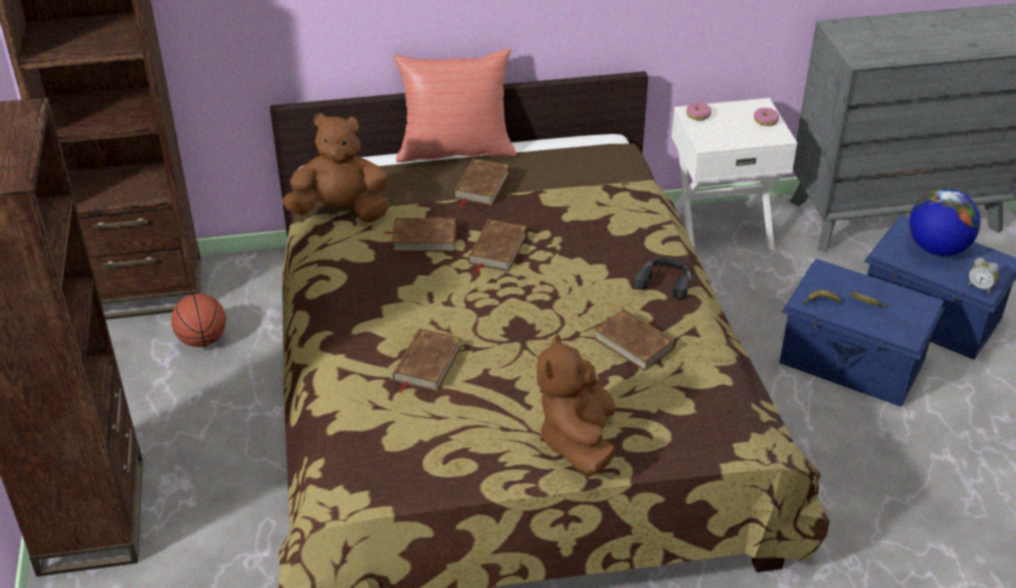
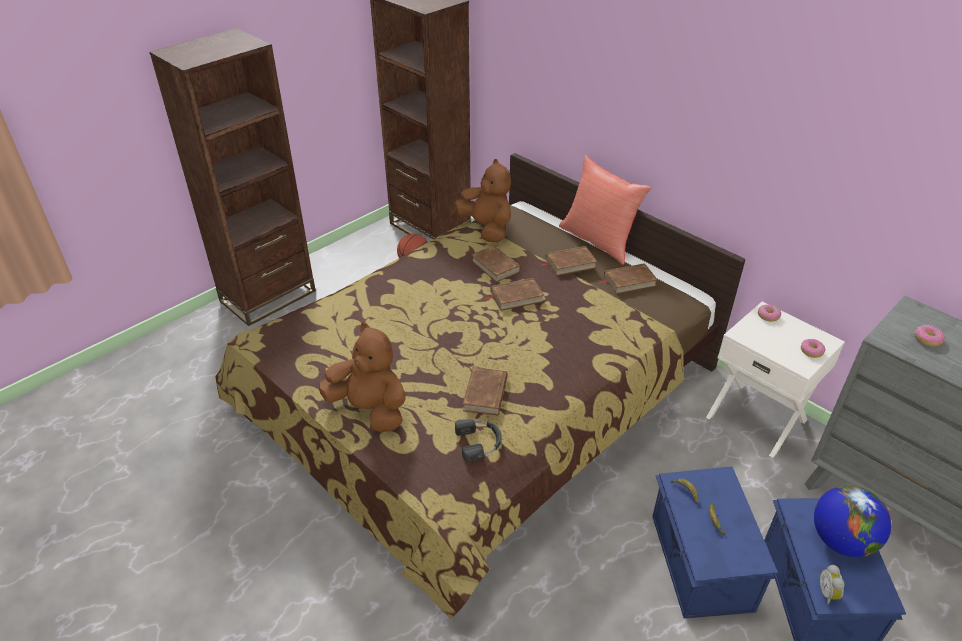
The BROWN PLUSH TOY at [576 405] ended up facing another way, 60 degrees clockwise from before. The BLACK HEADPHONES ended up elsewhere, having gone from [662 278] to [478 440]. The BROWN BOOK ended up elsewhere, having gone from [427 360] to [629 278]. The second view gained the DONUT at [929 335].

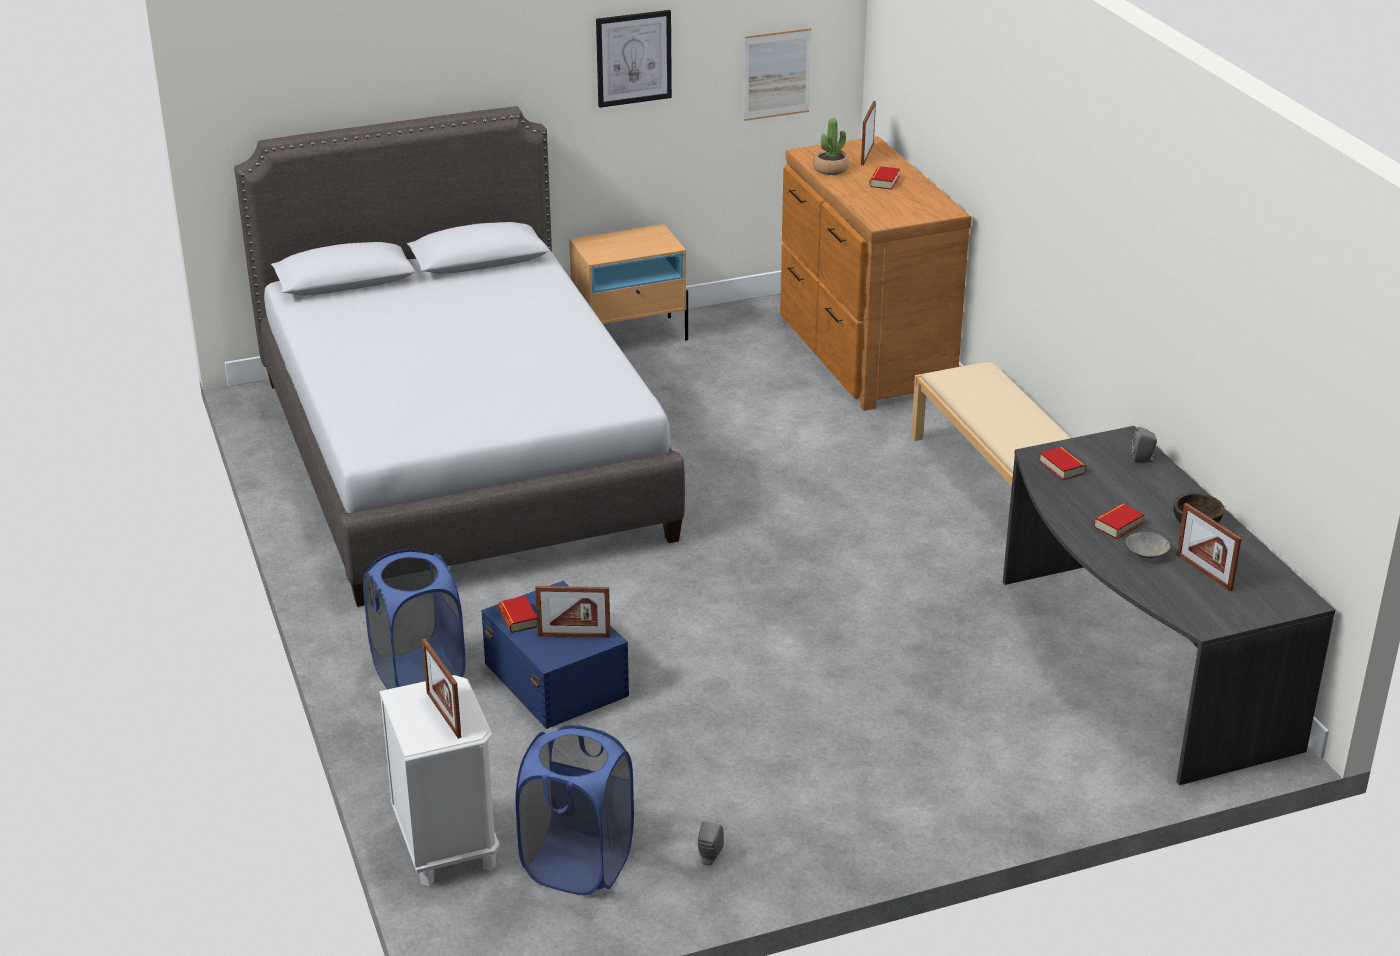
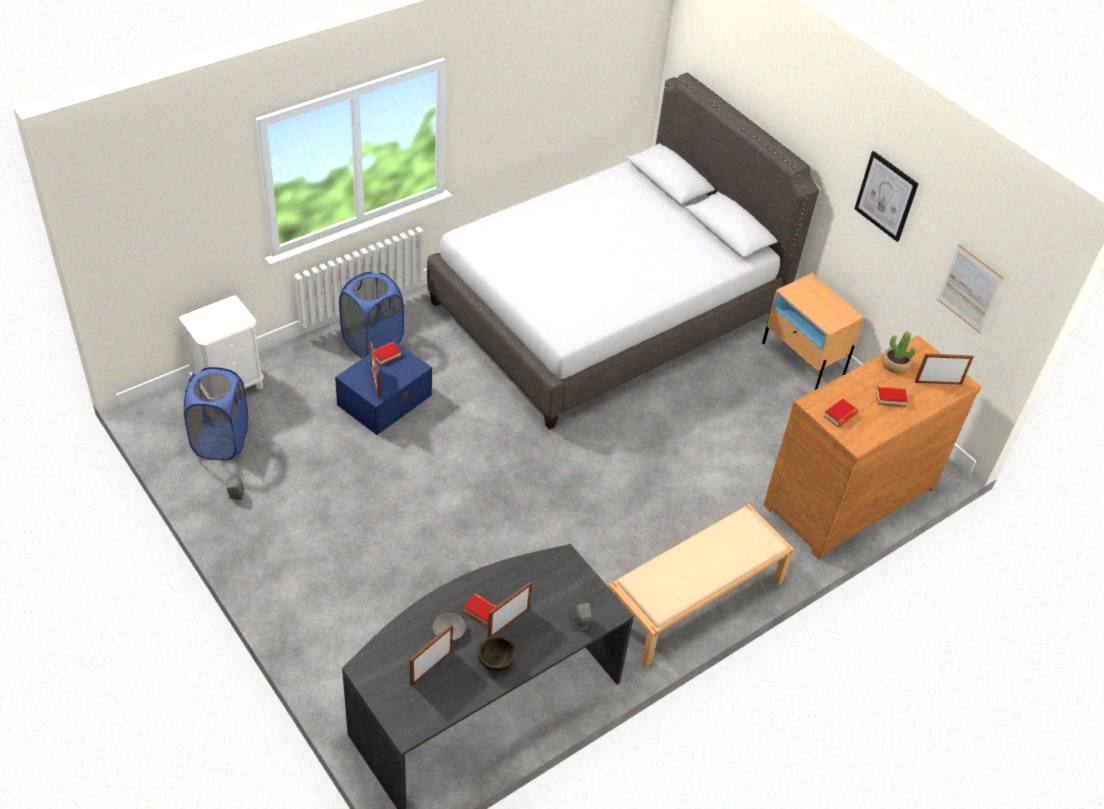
The PICTURE FRAME ended up elsewhere, having gone from [441 689] to [509 609]. The BOOK ended up elsewhere, having gone from [1062 463] to [841 413].

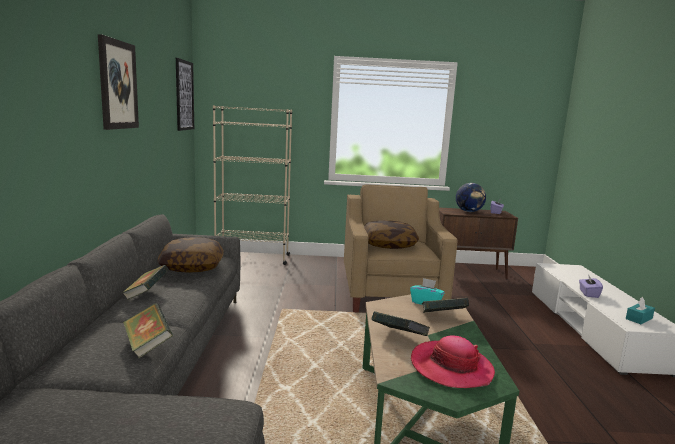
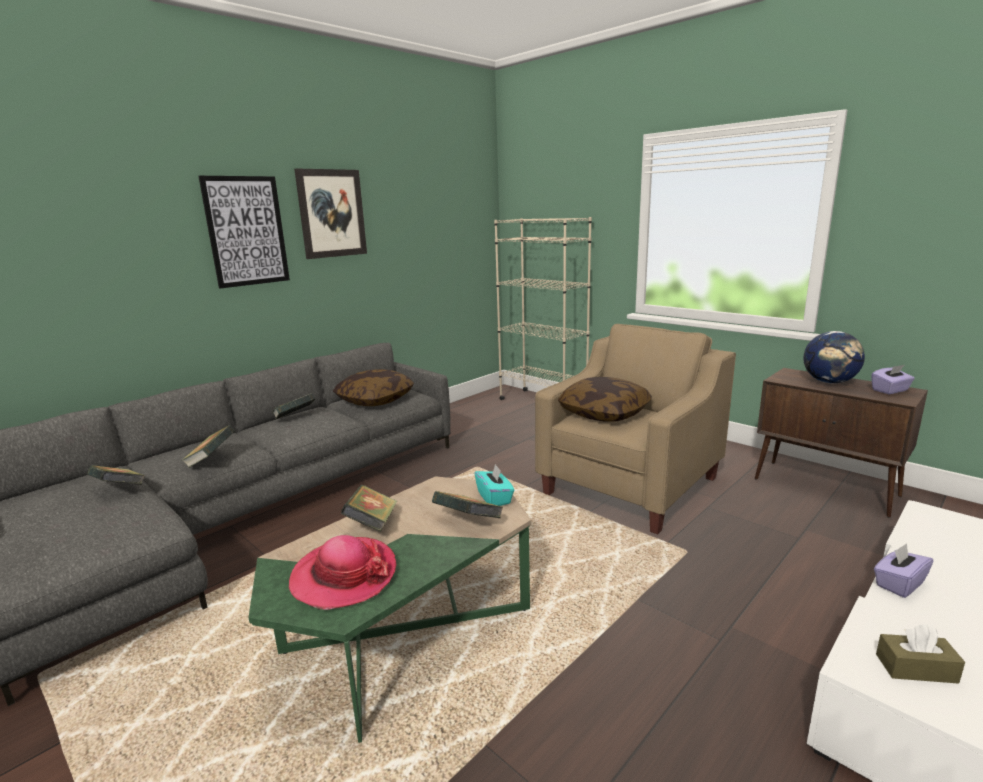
The second view gained the BOOK at [116 475]. The PICTURE ended up elsewhere, having gone from [185 94] to [244 232]. What was the TURQUOISE TISSUE BOX at [640 310] turned into the BROWN TISSUE BOX at [920 654].

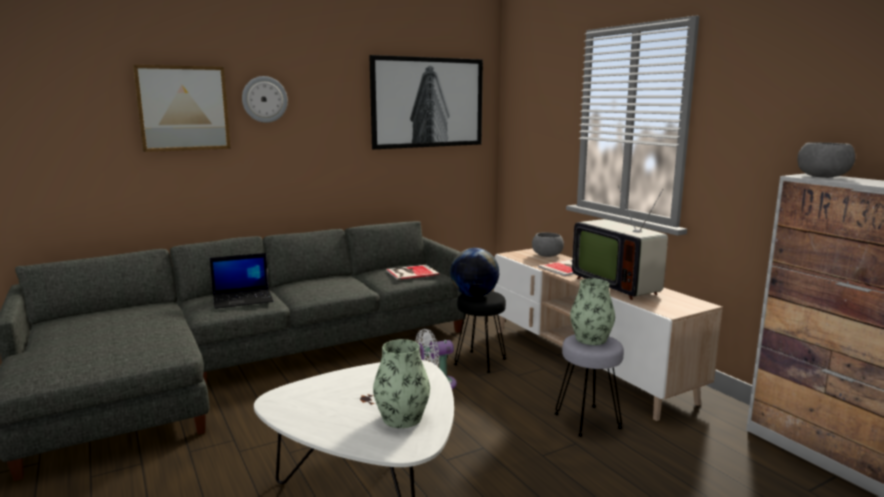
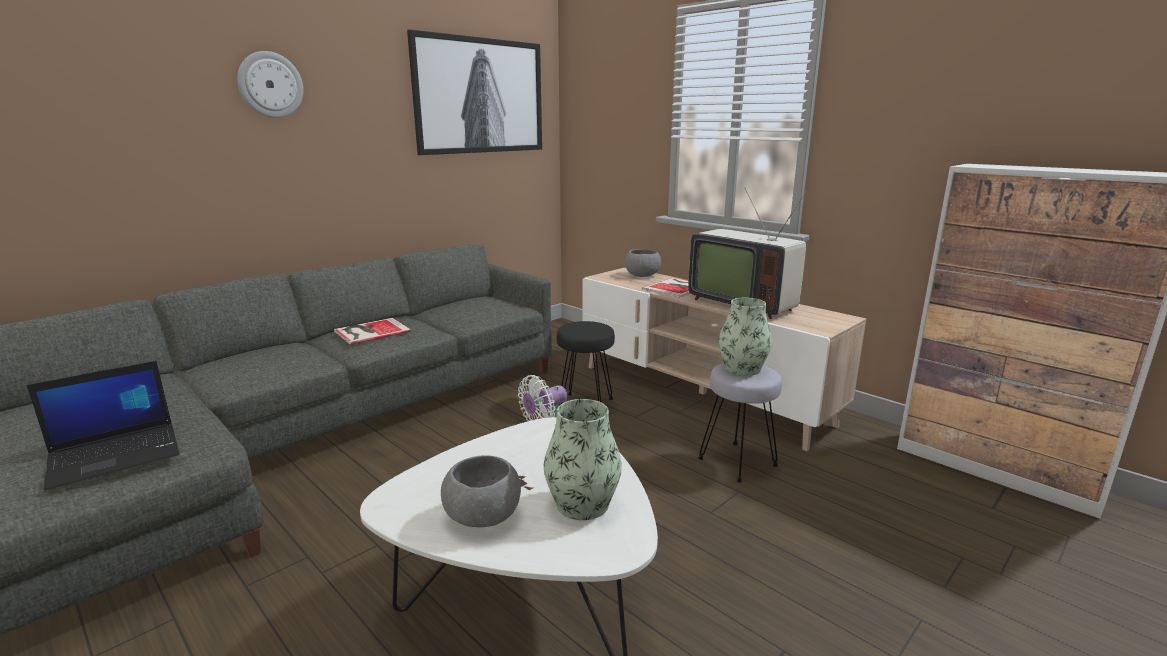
The LAPTOP ended up elsewhere, having gone from [241 281] to [103 426]. The BOOK ended up elsewhere, having gone from [412 272] to [372 331]. The GREY BOWL ended up elsewhere, having gone from [826 160] to [481 491]. The second view lost the PICTURE at [182 108]. The second view lost the GLOBE at [474 272].

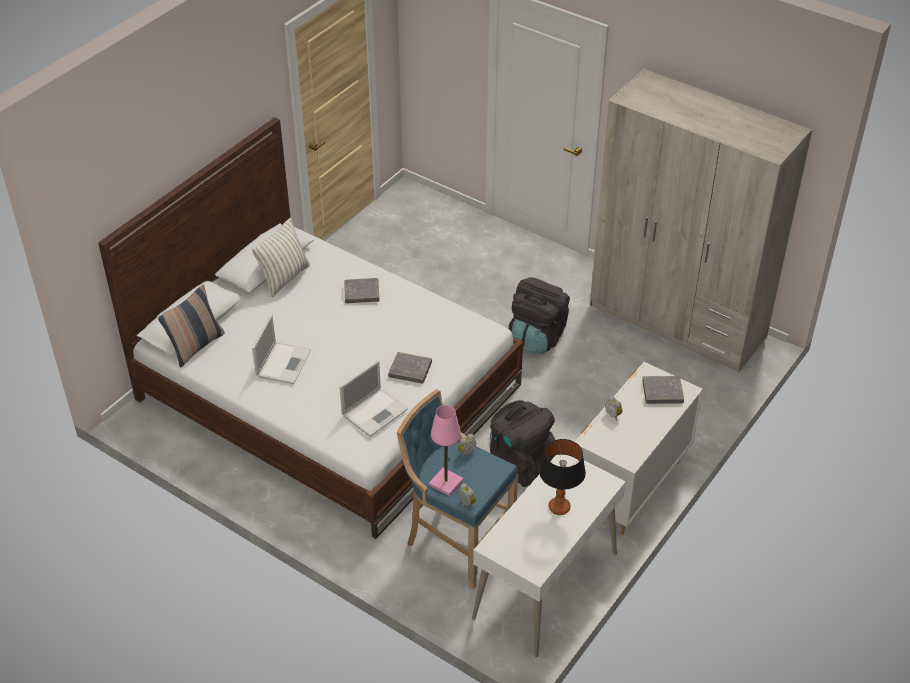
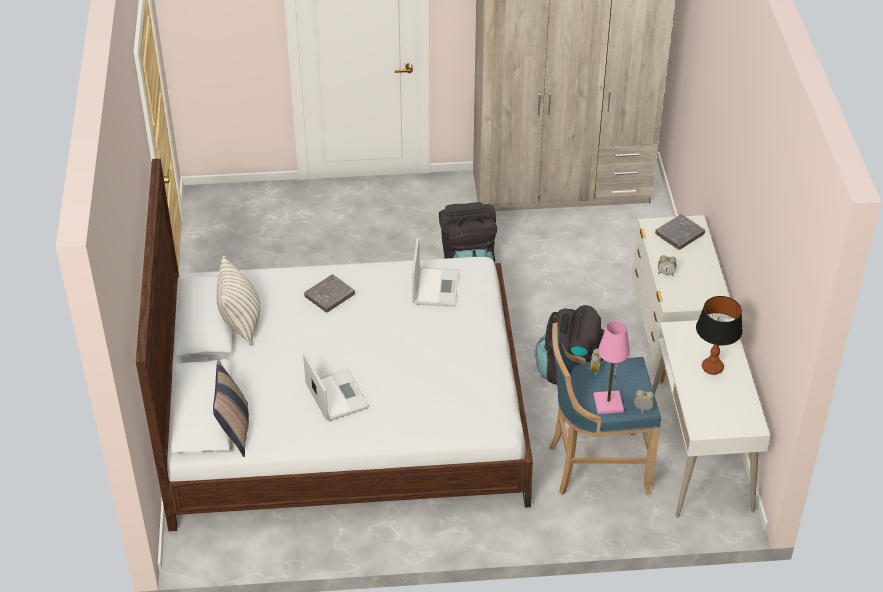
The LAPTOP ended up elsewhere, having gone from [373 398] to [435 272]. The second view lost the GREY BOOK at [410 368].

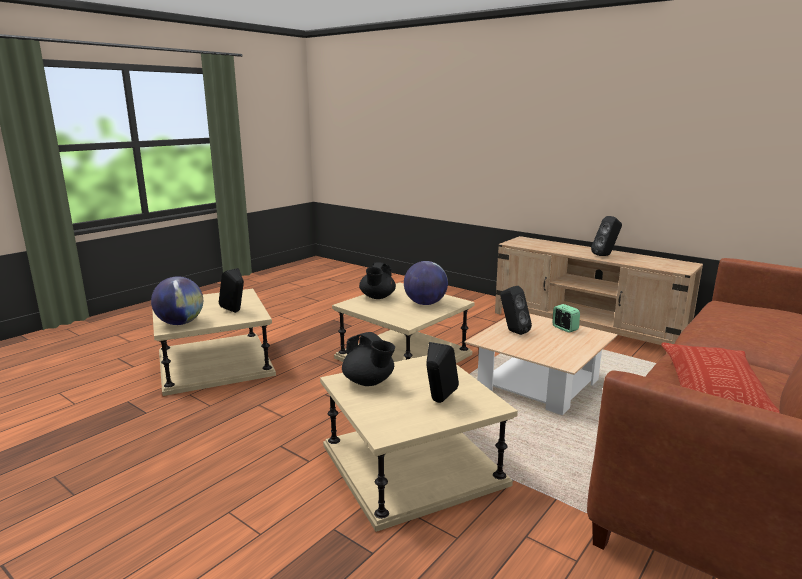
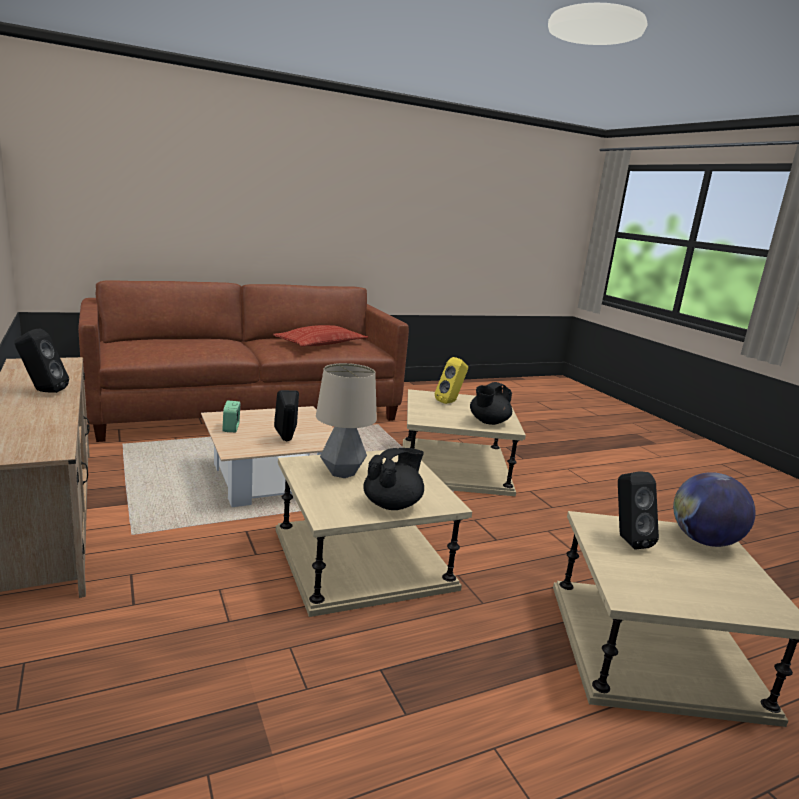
Where the GLOBE stood at [426 283], the TABLE LAMP came to stand at [346 420]. What was the BLACK SPEAKER at [442 372] turned into the YELLOW SPEAKER at [451 380]. The BLACK TEAPOT at [368 359] ended up facing another way, 120 degrees counterclockwise from before.

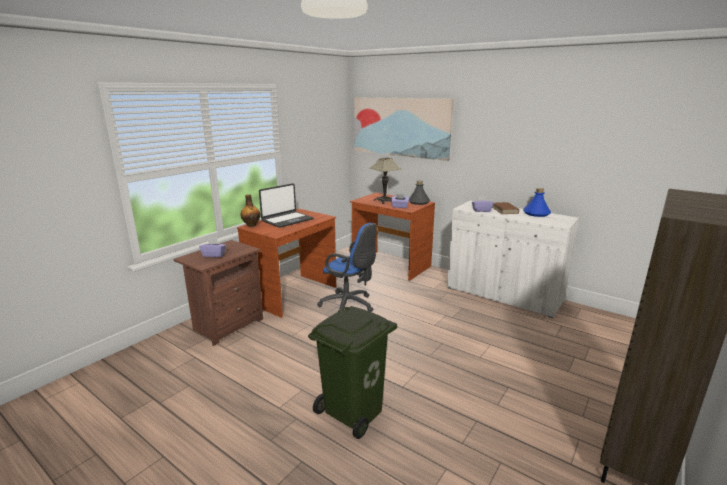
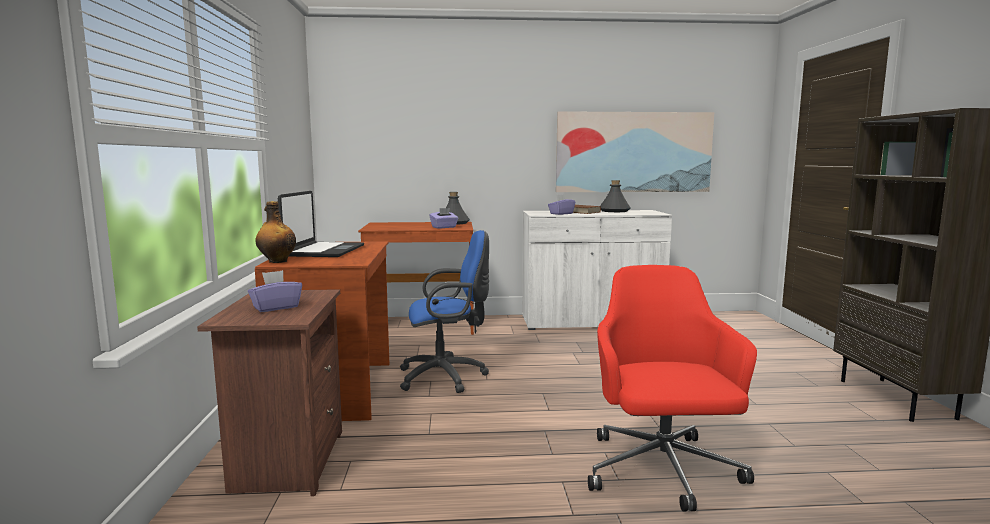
The PICTURE ended up elsewhere, having gone from [403 129] to [635 151]. Where the GREEN TRASH CAN stood at [352 372], the RED OFFICE CHAIR came to stand at [672 388]. What was the BLUE BOTTLE at [537 202] turned into the GREY BOTTLE at [615 196]. The second view lost the TABLE LAMP at [386 181].

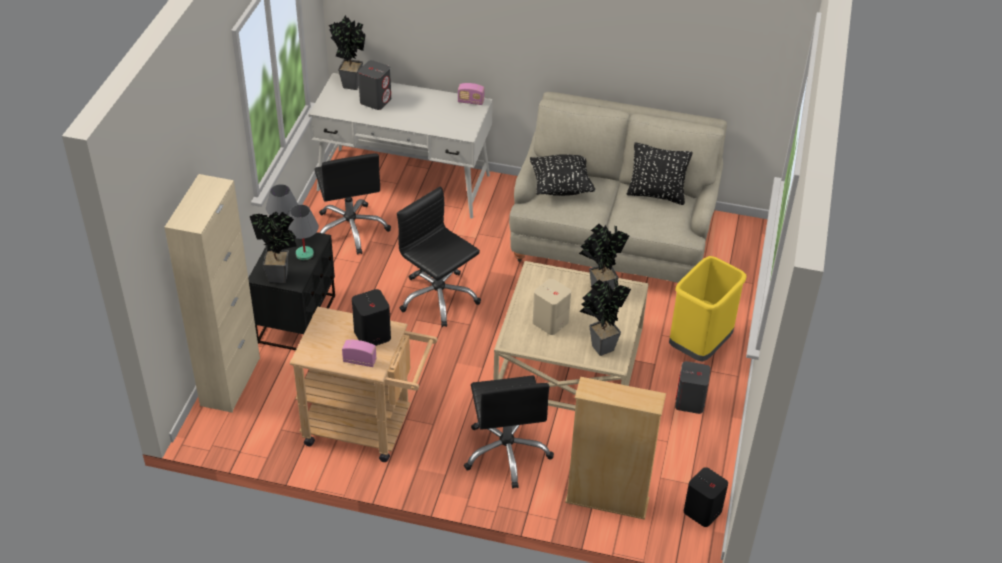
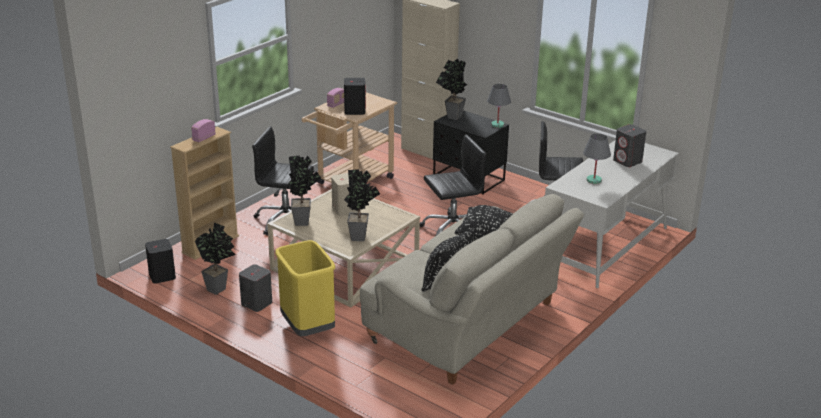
The RADIO ended up elsewhere, having gone from [471 94] to [203 130]. The POTTED PLANT ended up elsewhere, having gone from [347 52] to [215 259]. The GREY TABLE LAMP ended up elsewhere, having gone from [303 232] to [597 159].

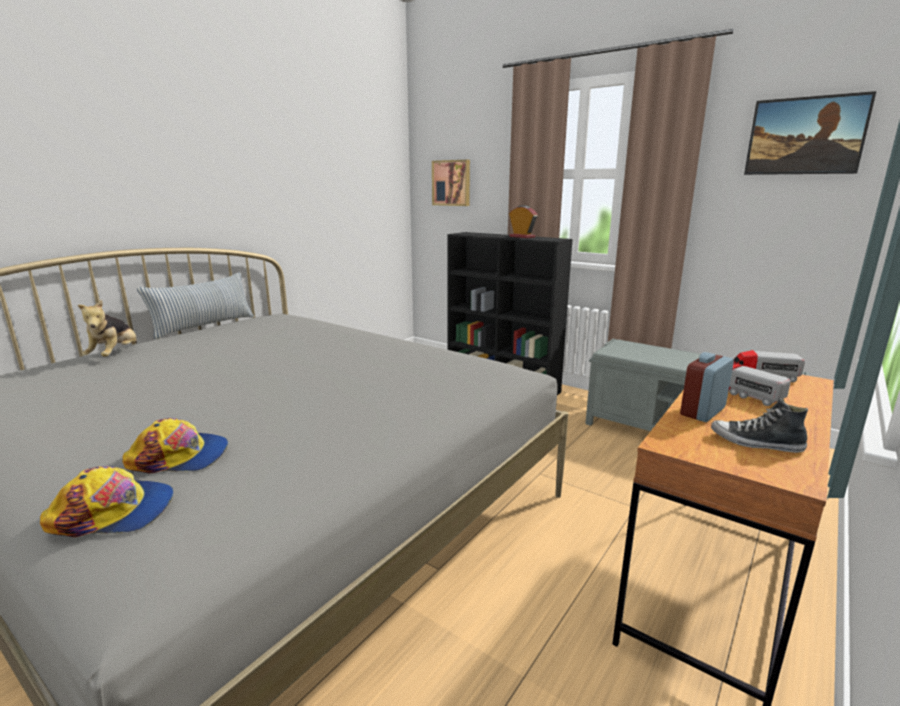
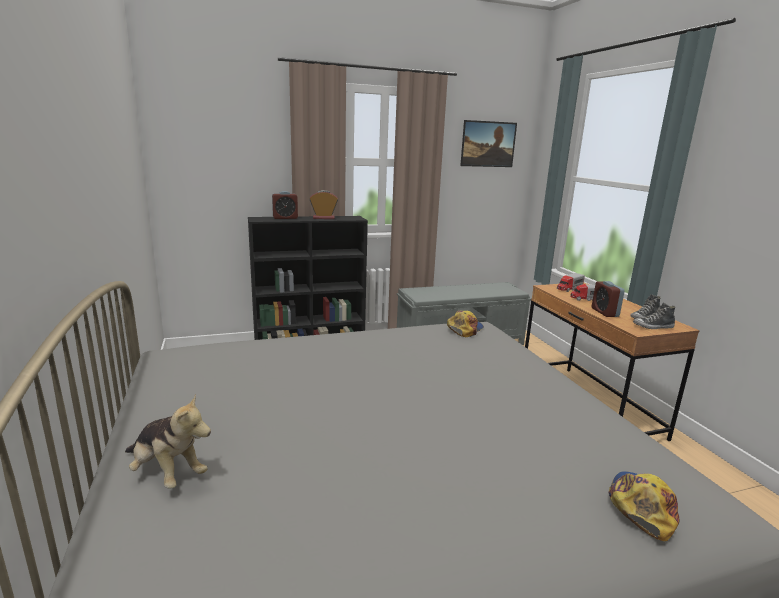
The second view gained the ALARM CLOCK at [285 205]. The CAP ended up elsewhere, having gone from [175 446] to [465 324]. The second view gained the SHOE at [654 316]. The second view lost the PILLOW at [195 305]. The second view lost the PICTURE at [451 183].

